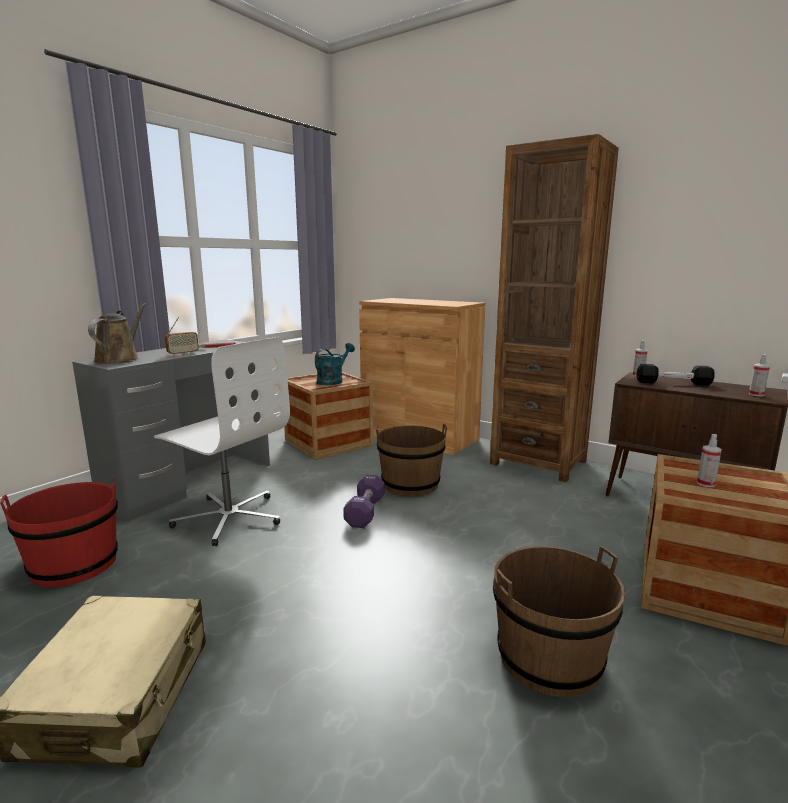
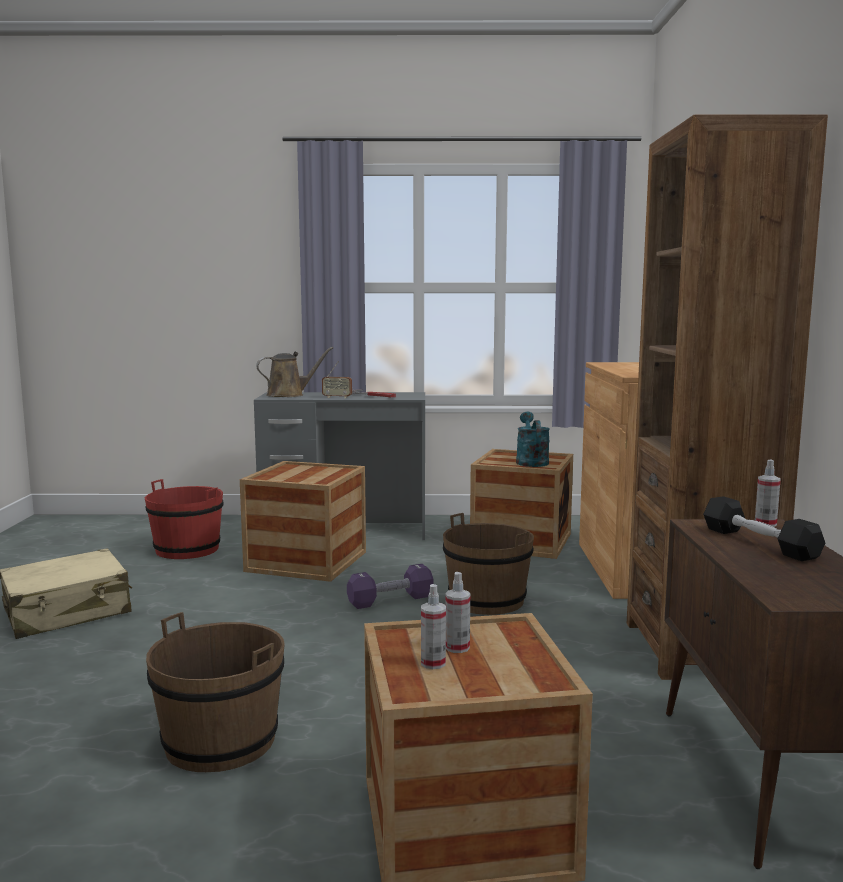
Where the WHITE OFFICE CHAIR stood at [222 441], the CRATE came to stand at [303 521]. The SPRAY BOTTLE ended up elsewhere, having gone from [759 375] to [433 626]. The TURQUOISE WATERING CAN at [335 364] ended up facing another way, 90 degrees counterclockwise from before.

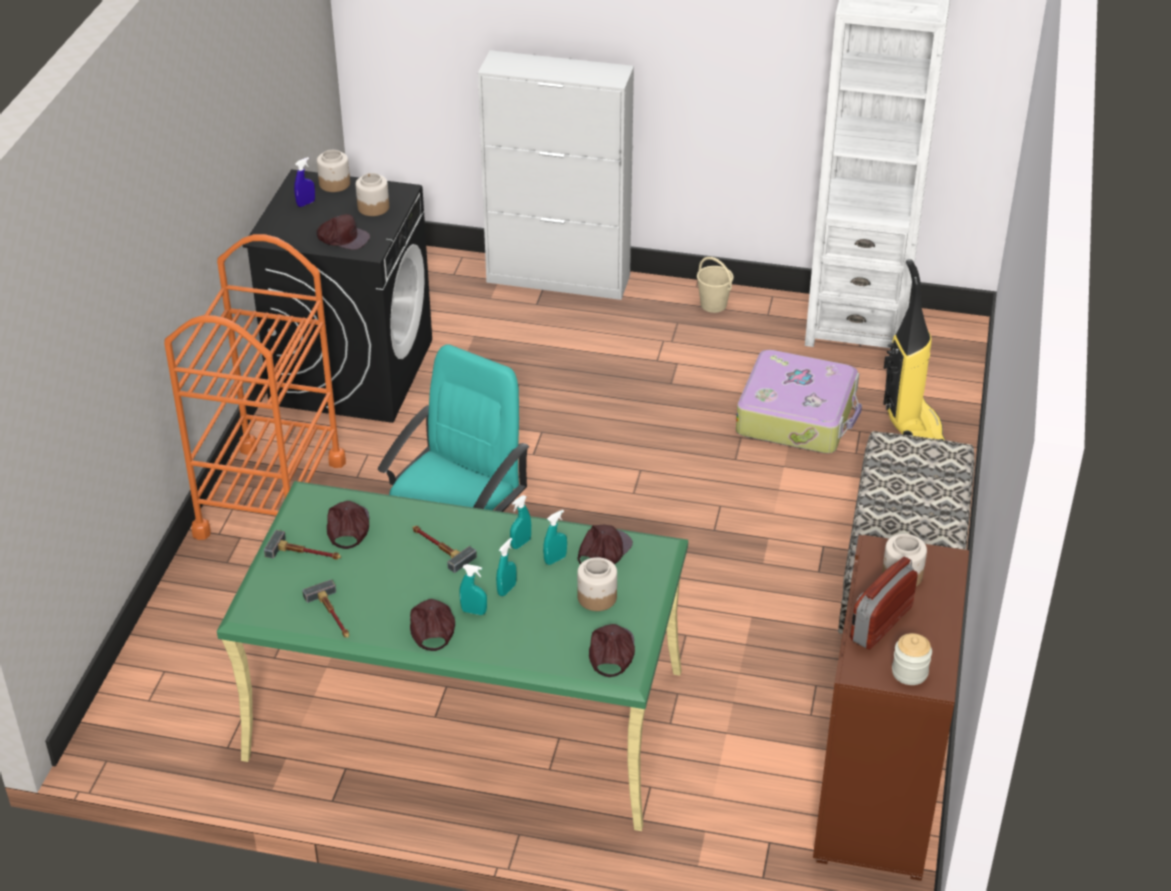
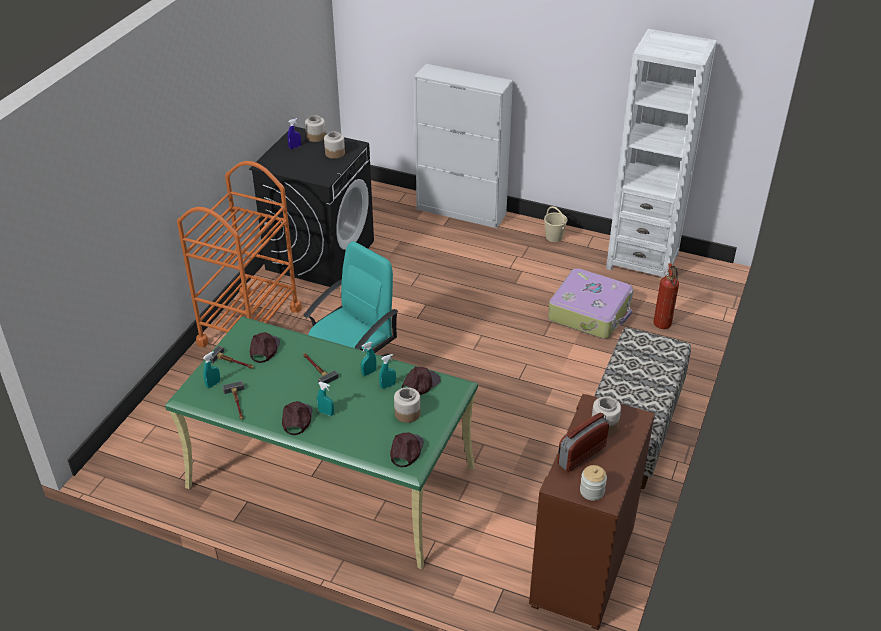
The TURQUOISE SPRAY BOTTLE ended up elsewhere, having gone from [506 567] to [211 370]. Where the VACUUM CLEANER stood at [914 350], the FIRE EXTINGUISHER came to stand at [666 296]. The second view lost the BROWN CAP at [343 232].

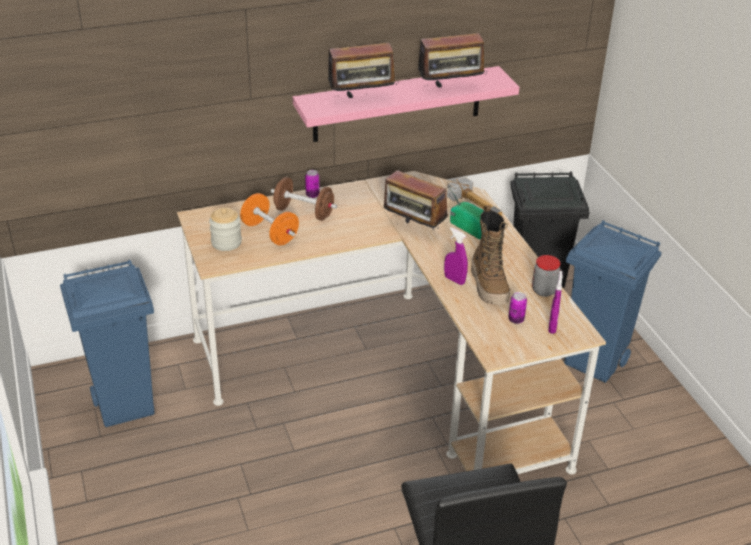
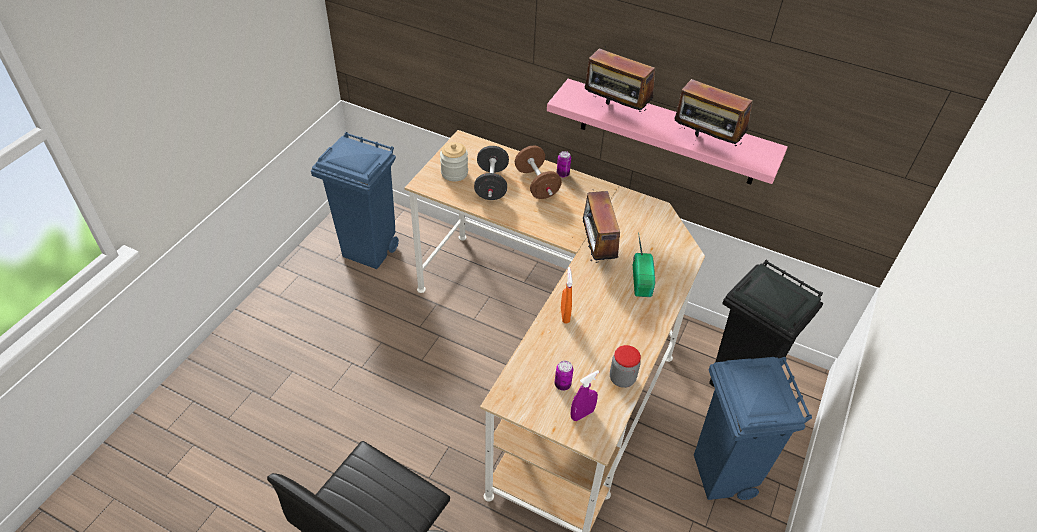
What was the ORANGE DUMBBELL at [269 219] turned into the BLACK DUMBBELL at [491 173]. What was the PURPLE SPRAY BOTTLE at [456 256] turned into the ORANGE SPRAY BOTTLE at [566 295]. The second view lost the HAMMER at [474 196]. The second view lost the BOOT at [490 255].

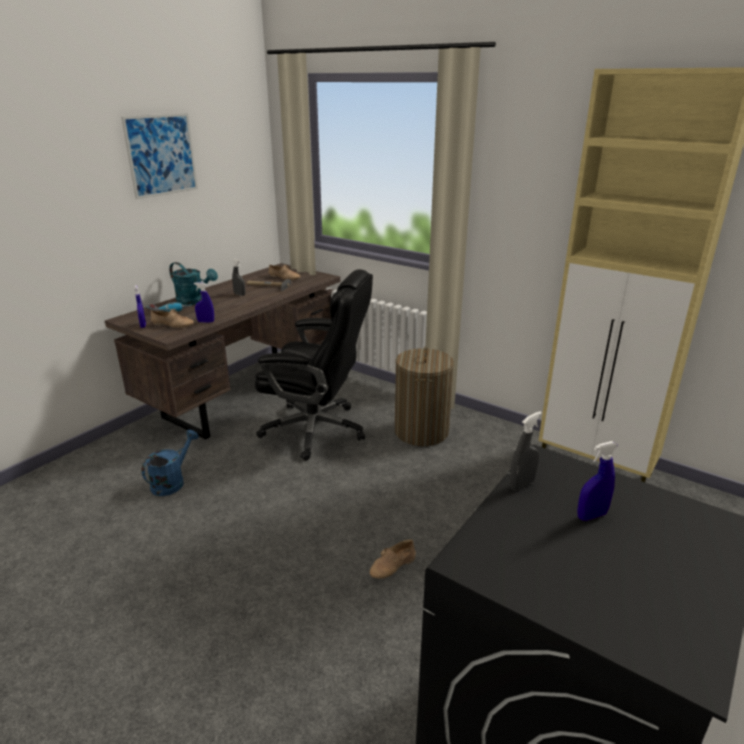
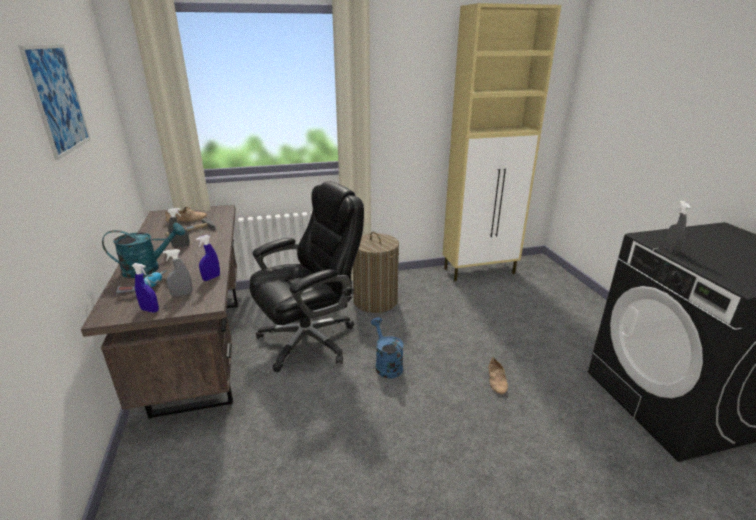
Where the BEIGE SHOE stood at [172 318], the GREY SPRAY BOTTLE came to stand at [177 273]. The BLUE WATERING CAN ended up elsewhere, having gone from [170 463] to [387 348]. The second view lost the BLUE SPRAY BOTTLE at [597 481].

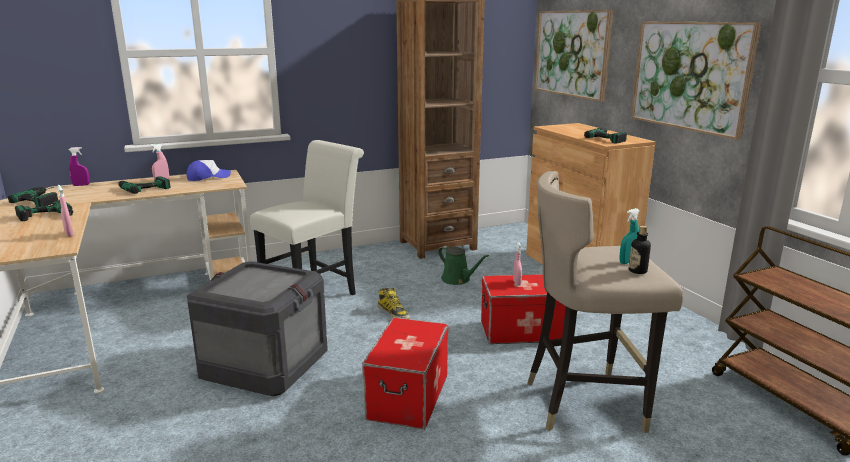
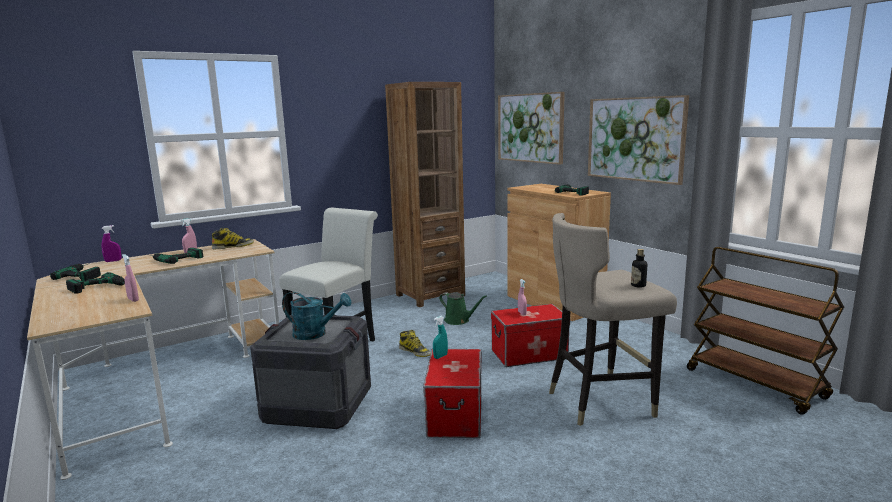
Where the CAP stood at [209 170], the BOOT came to stand at [233 239]. The second view gained the TURQUOISE WATERING CAN at [316 316]. The TURQUOISE SPRAY BOTTLE ended up elsewhere, having gone from [629 236] to [440 337].

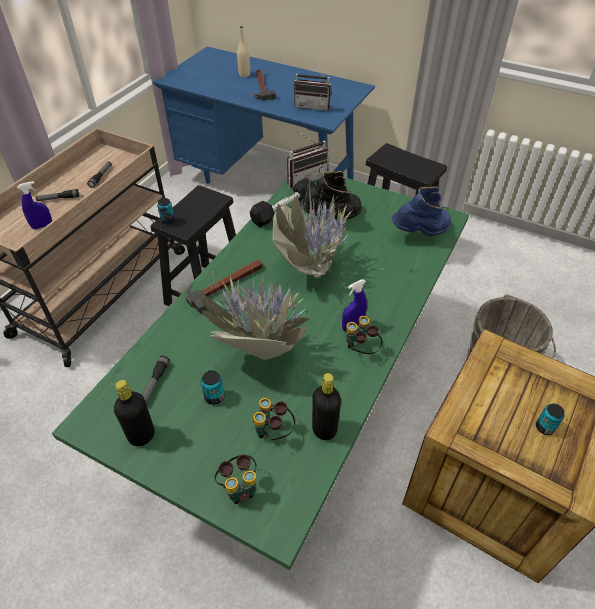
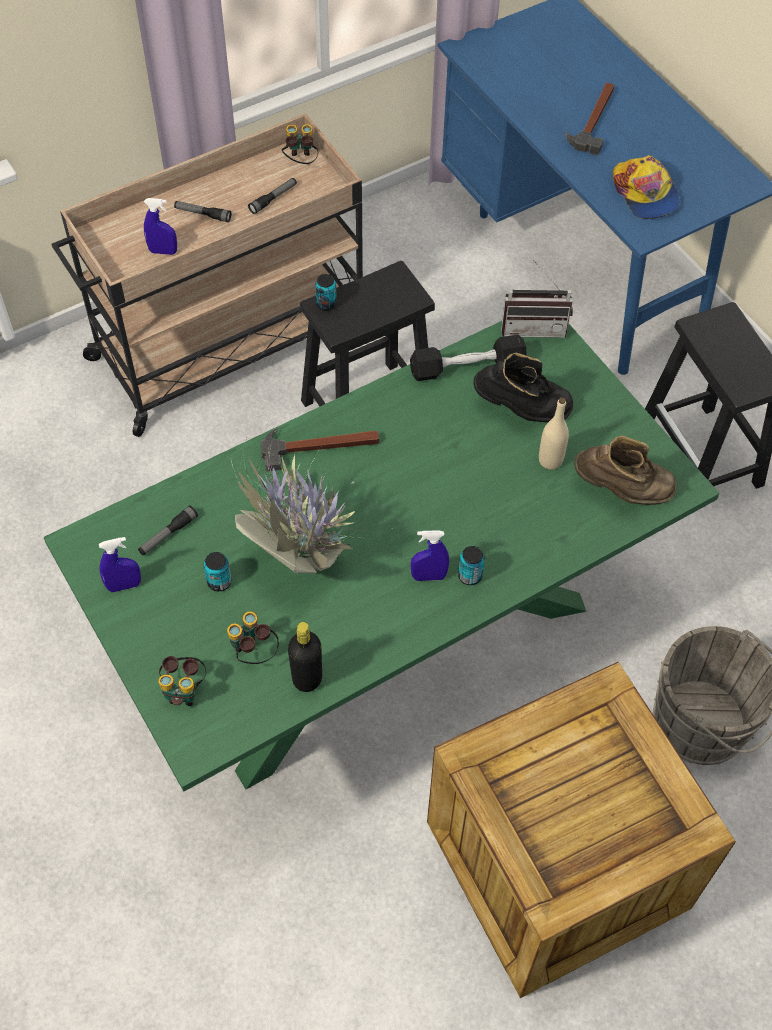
Where the BLACK BOTTLE stood at [134 413], the BLUE SPRAY BOTTLE came to stand at [120 564]. The BINOCULARS ended up elsewhere, having gone from [364 335] to [300 144]. The CAN ended up elsewhere, having gone from [550 419] to [471 565]. The BEIGE BOTTLE ended up elsewhere, having gone from [243 51] to [554 434]. What was the BLUE BOOT at [421 211] turned into the BROWN BOOT at [625 470]. Where the RADIO stood at [313 86], the CAP came to stand at [646 187]. The second view lost the POTTED PLANT at [328 224].

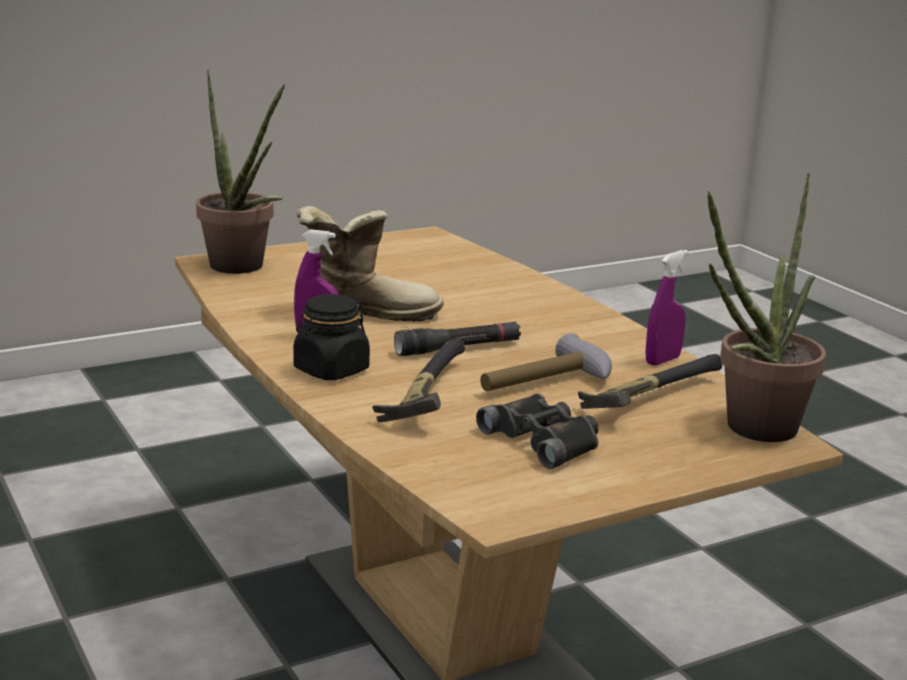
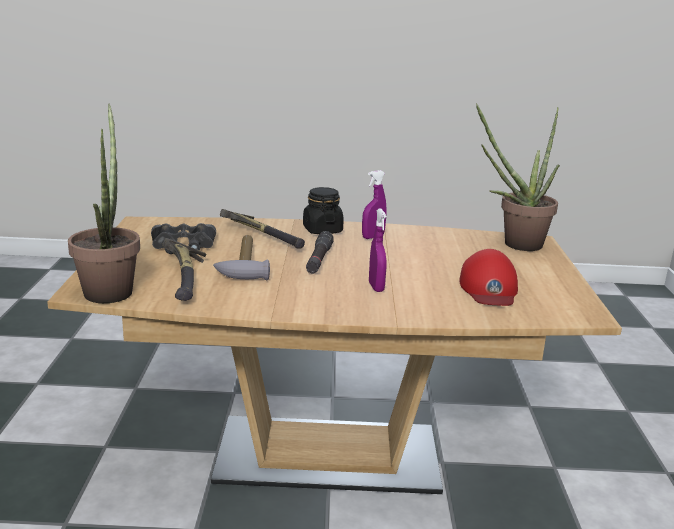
The PURPLE SPRAY BOTTLE ended up elsewhere, having gone from [666 307] to [377 250]. The second view gained the RED CAP at [488 277]. The second view lost the BOOT at [370 264].

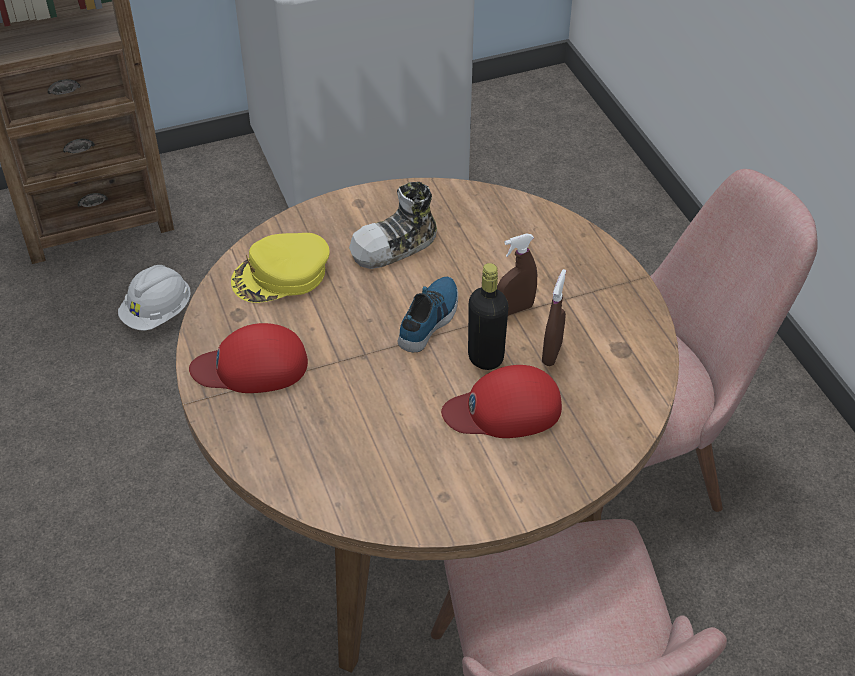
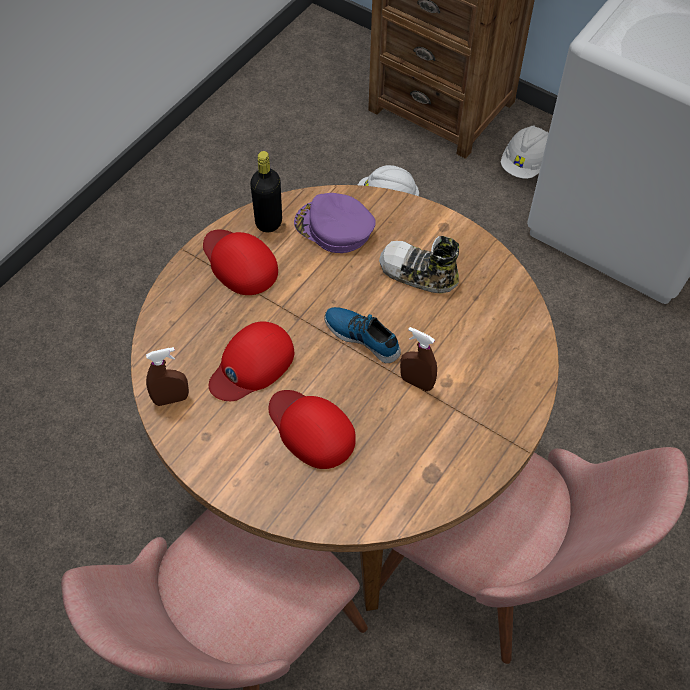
The BROWN SPRAY BOTTLE ended up elsewhere, having gone from [554 317] to [167 376]. The second view gained the RED CAP at [251 361]. The BLACK BOTTLE ended up elsewhere, having gone from [488 316] to [266 191]. What was the YELLOW CAP at [280 268] turned into the PURPLE CAP at [335 223]. The SHOE at [427 314] ended up facing another way, 135 degrees counterclockwise from before. The second view gained the WHITE HARD HAT at [525 152].

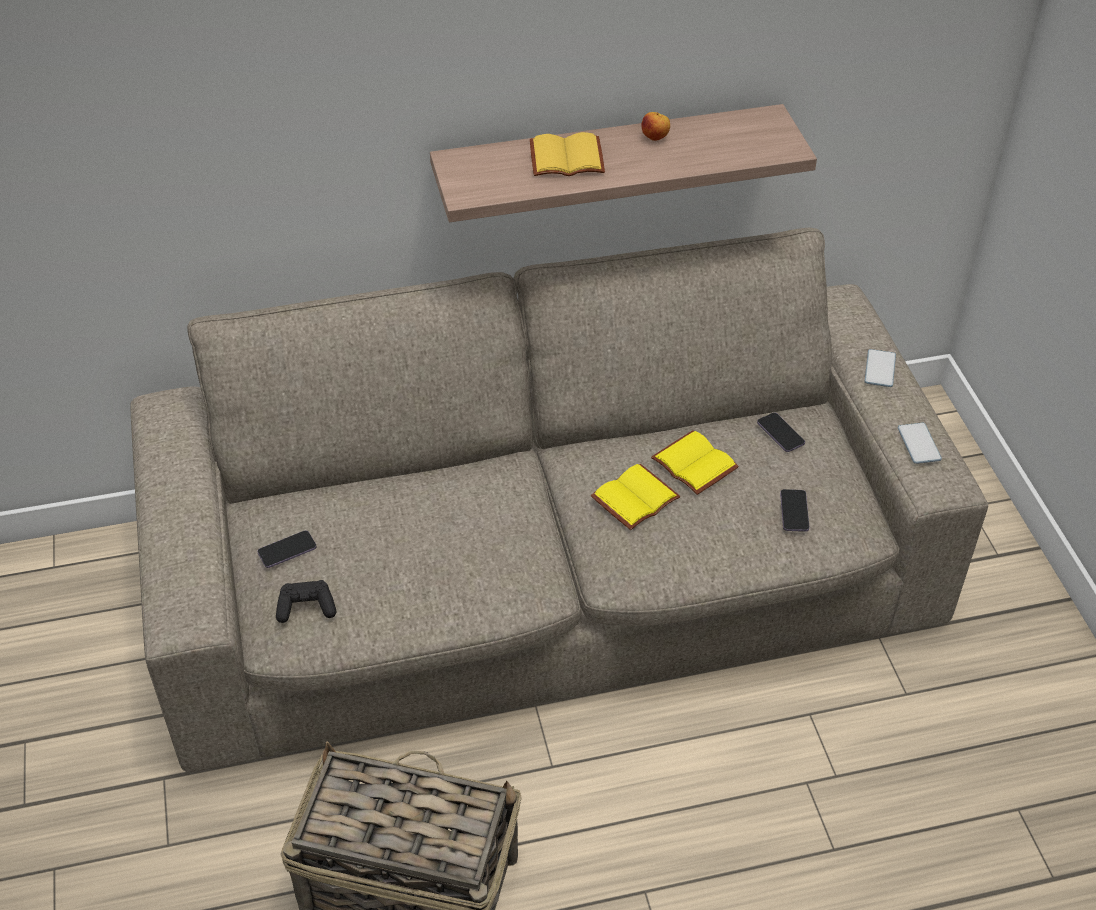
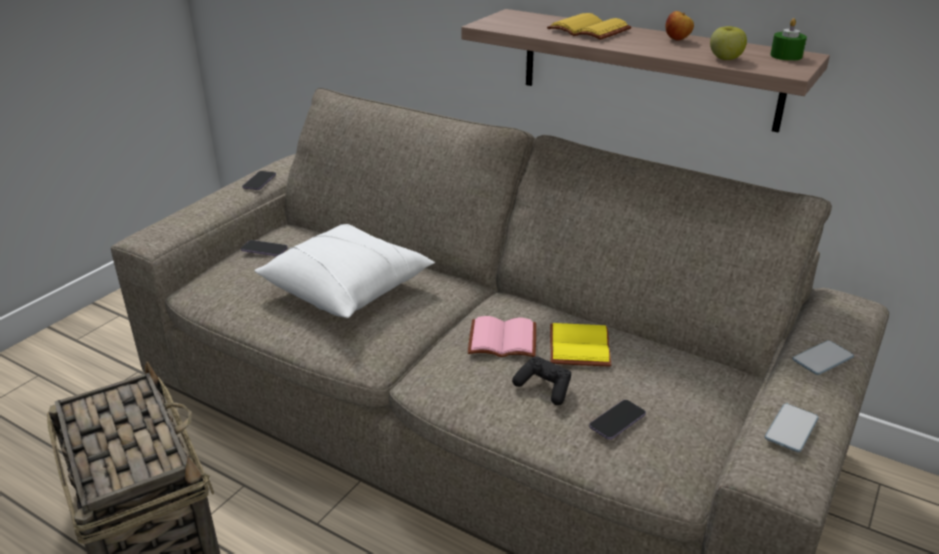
The PHONE ended up elsewhere, having gone from [781 432] to [259 180]. The second view gained the WHITE PILLOW at [344 271]. What was the YELLOW BOOK at [636 497] turned into the PINK BOOK at [502 336]. The BLACK GAME CONTROLLER ended up elsewhere, having gone from [306 601] to [541 380]. The second view gained the APPLE at [728 43]. The second view gained the GREEN CANDLE at [788 39].

